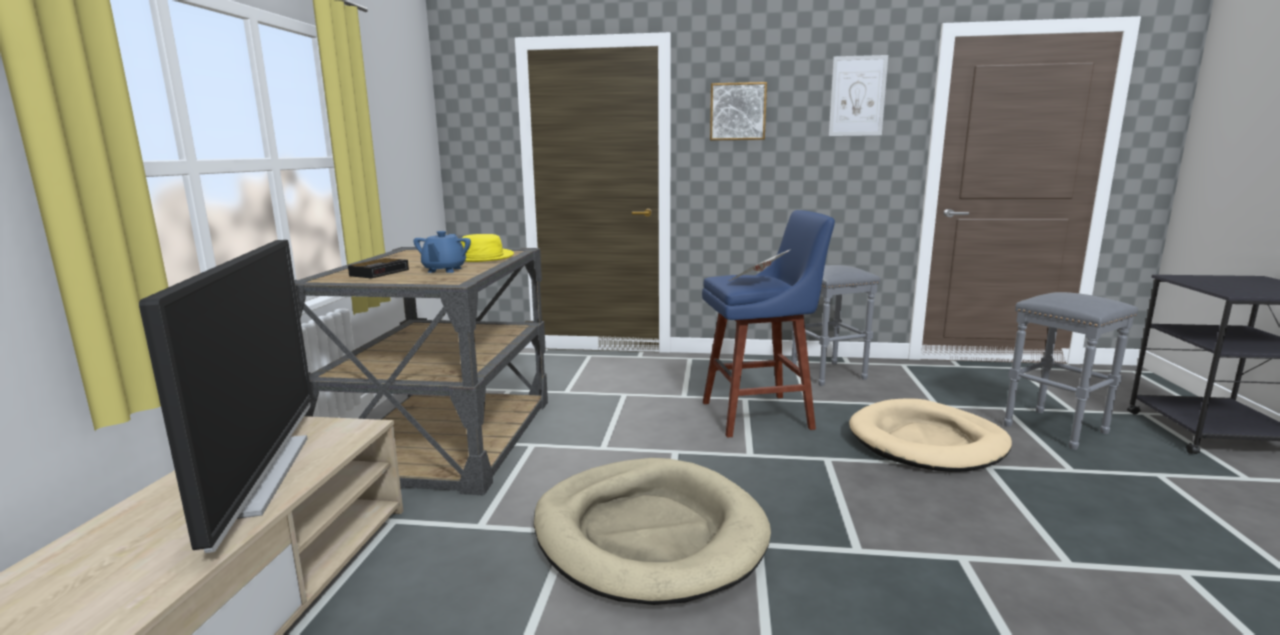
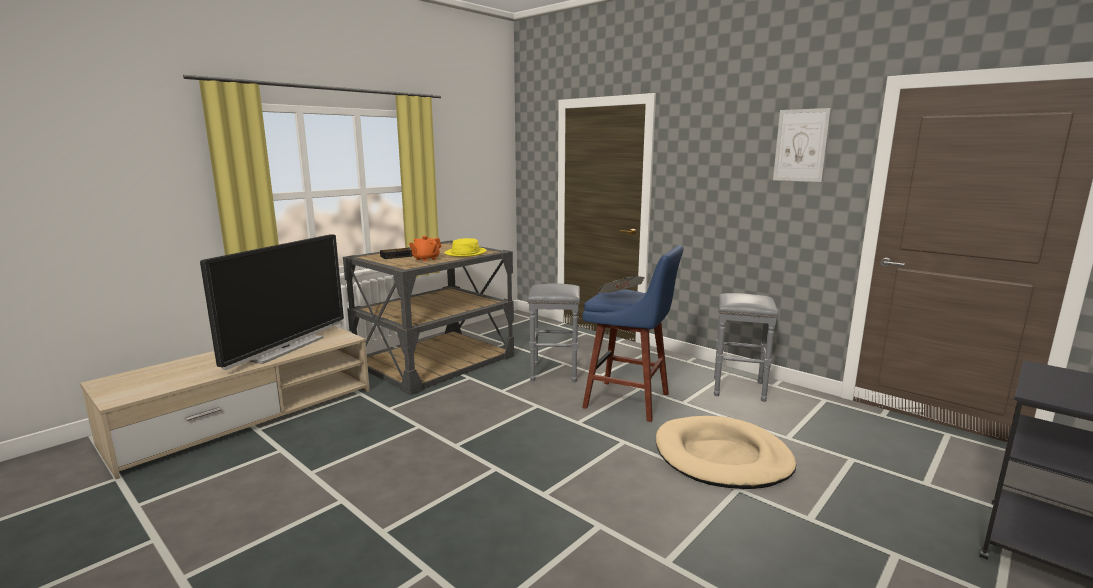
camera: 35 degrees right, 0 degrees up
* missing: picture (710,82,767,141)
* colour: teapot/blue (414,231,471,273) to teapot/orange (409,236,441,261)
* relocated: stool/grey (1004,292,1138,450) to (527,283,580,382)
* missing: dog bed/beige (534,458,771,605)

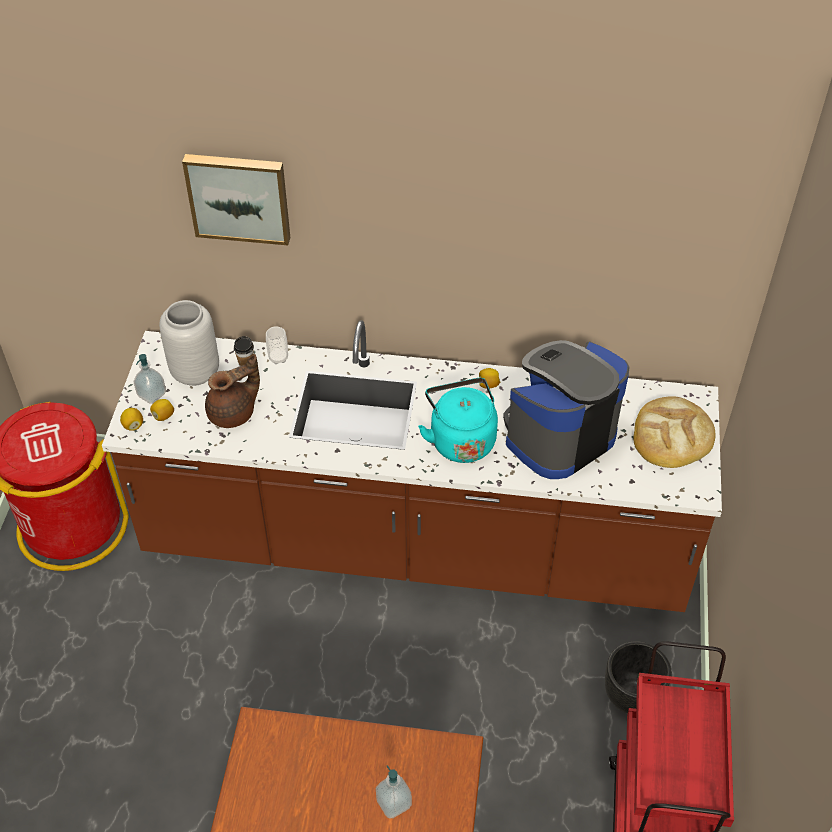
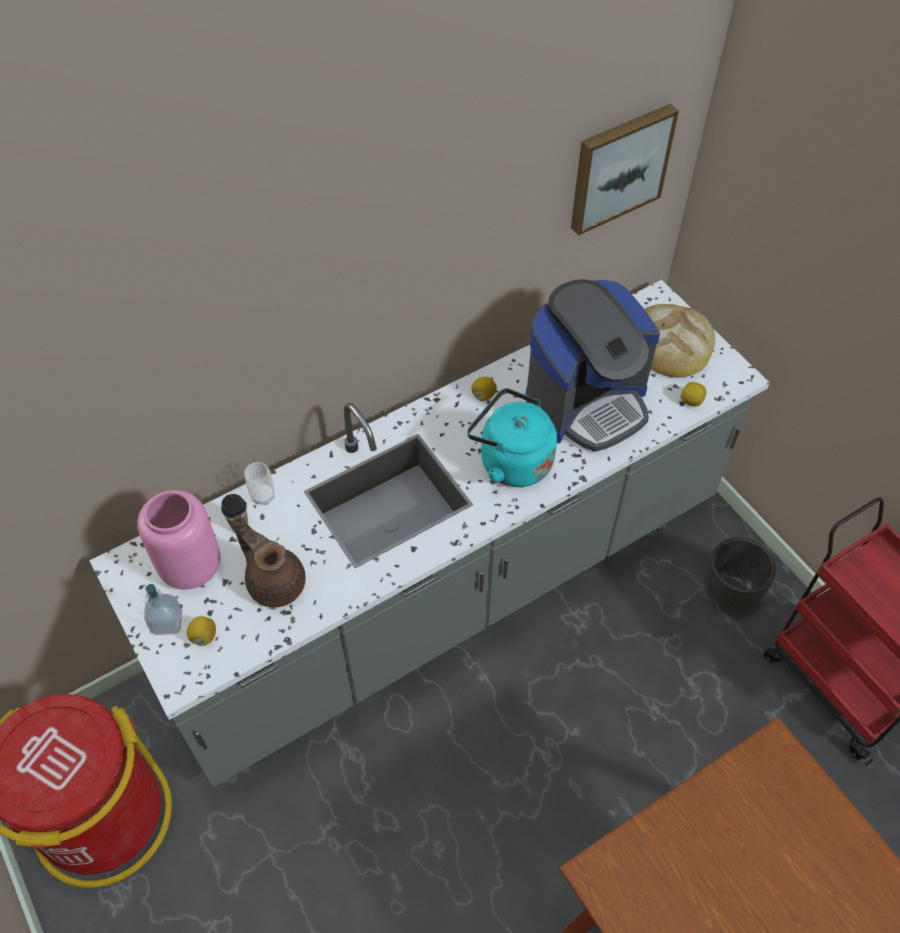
camera: 40 degrees left, 5 degrees up
* relocated: picture (182,154,290,245) to (571,104,679,236)
* colour: vase/grey (159,300,219,386) to vase/pink (137,490,221,590)
* colour: counter/brown (102,321,722,612) to counter/grey (89,280,770,787)
* spun: coffee machine (503,340,629,479) = (526,279,660,452) 135 degrees counterclockwise
* spun: teapot/brown (205,354,260,428) = (233,515,306,607) 60 degrees counterclockwise
* relocated: lemon (120,408,143,431) to (680,382,707,407)
* missing: soap dispenser (376,765,412,819)

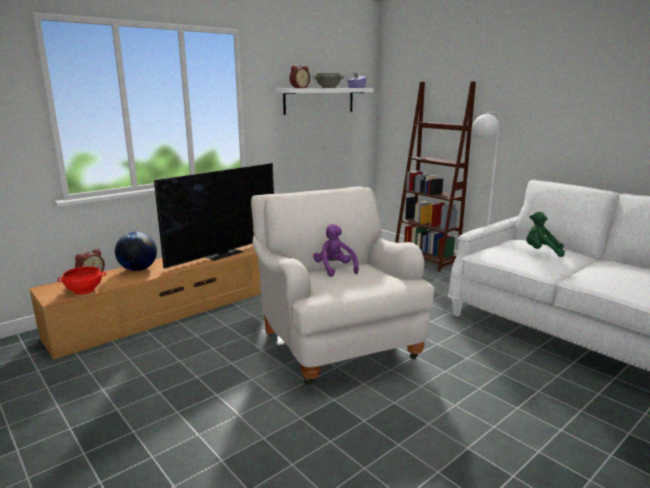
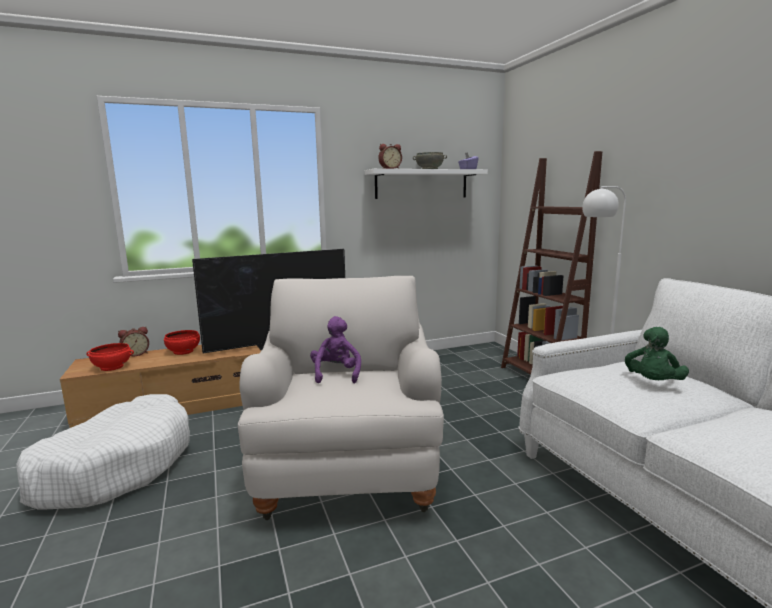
camera: 20 degrees right, 5 degrees down
* spun: plush toy/green (526,212,565,257) = (625,327,689,380) 105 degrees counterclockwise
* exchanged: globe (115,231,157,271) to bowl/red (164,330,200,355)
* appeared: dog bed/white (16,394,190,509)

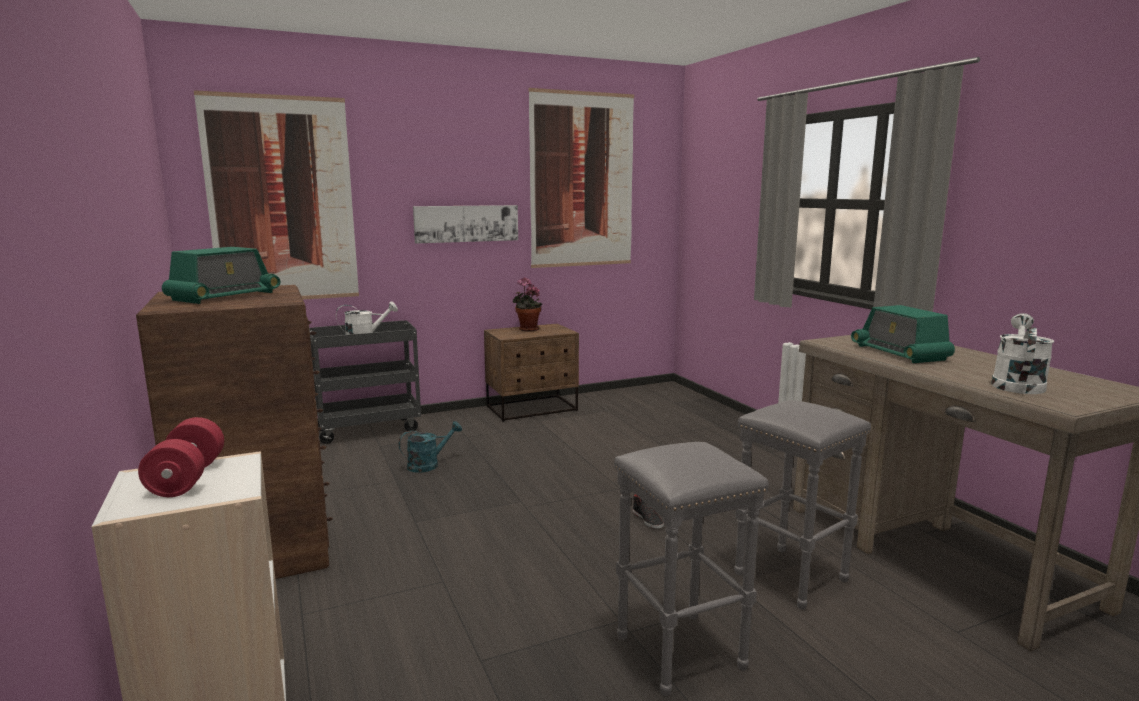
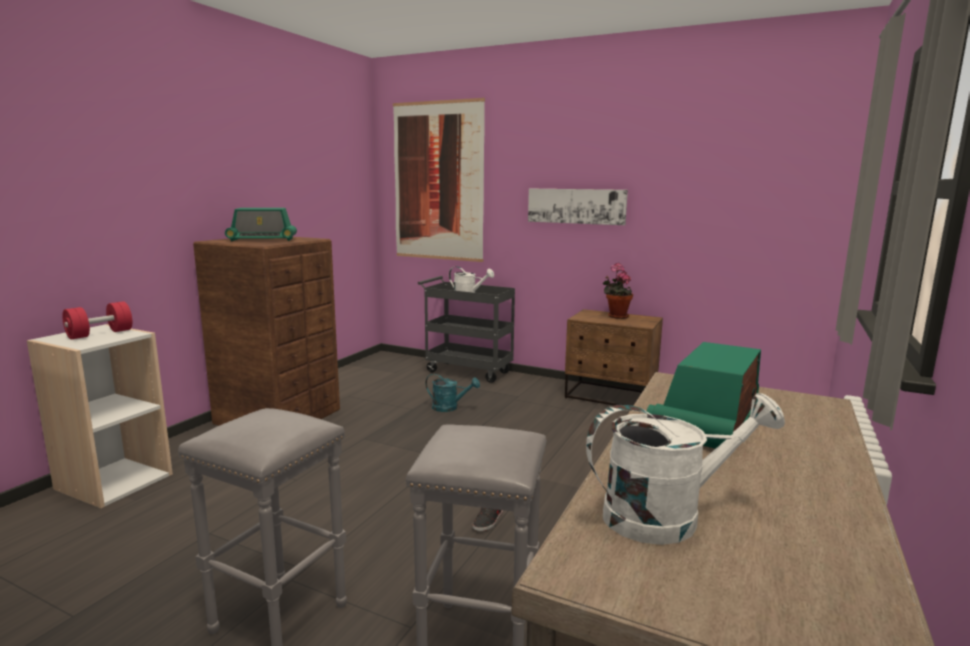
camera: 50 degrees right, 0 degrees up
* missing: picture (529,88,634,268)

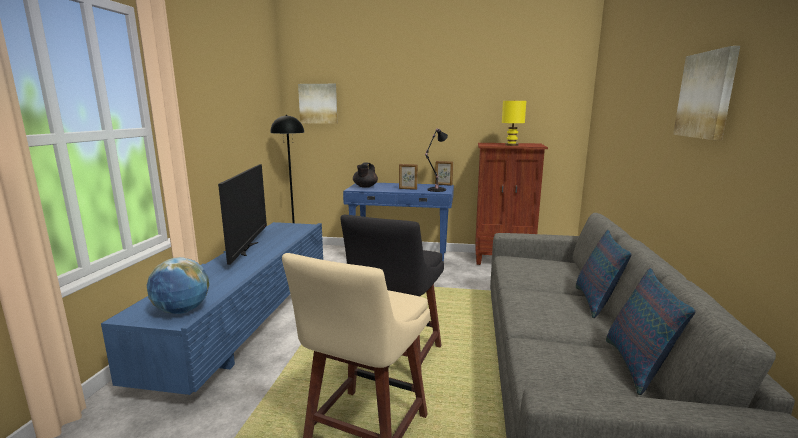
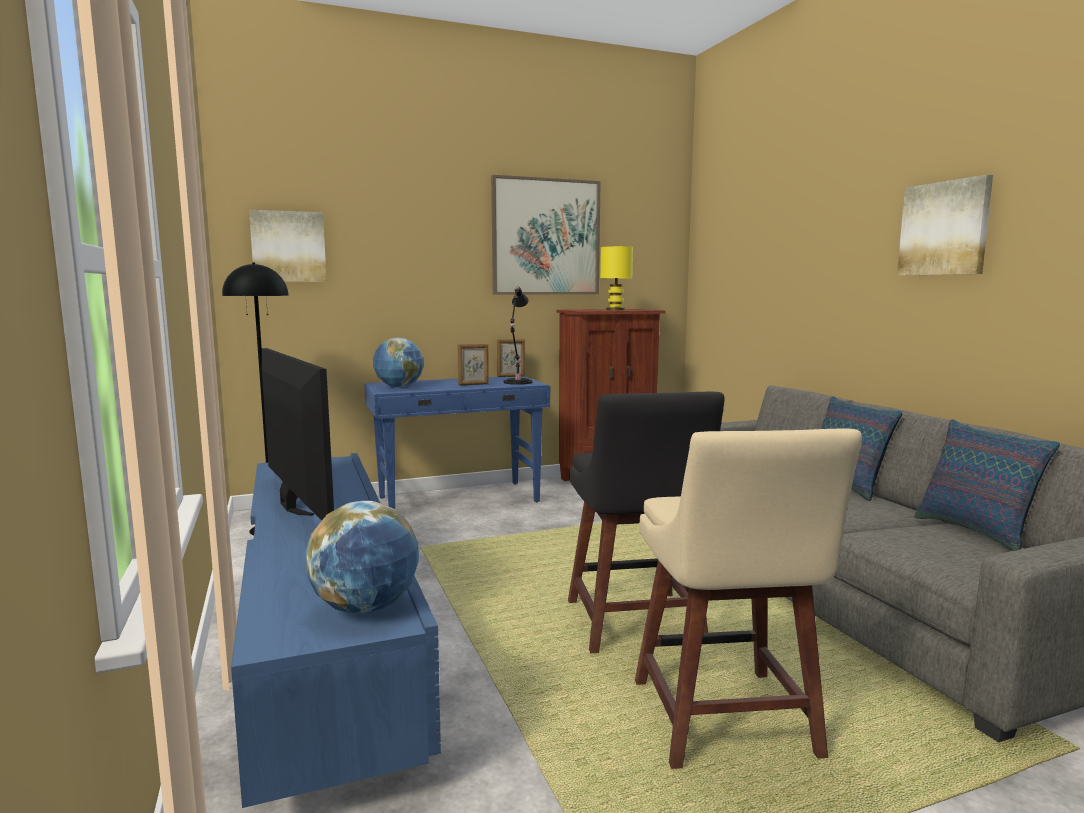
camera: 30 degrees left, 5 degrees down
* exchanged: teapot/black (353,162,378,188) to globe (373,337,424,387)
* appeared: picture (491,175,601,295)

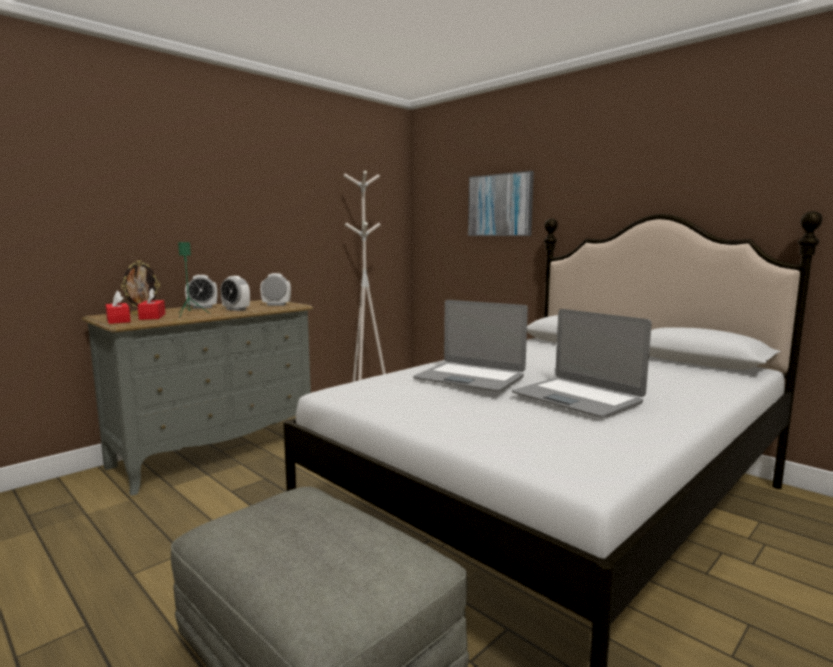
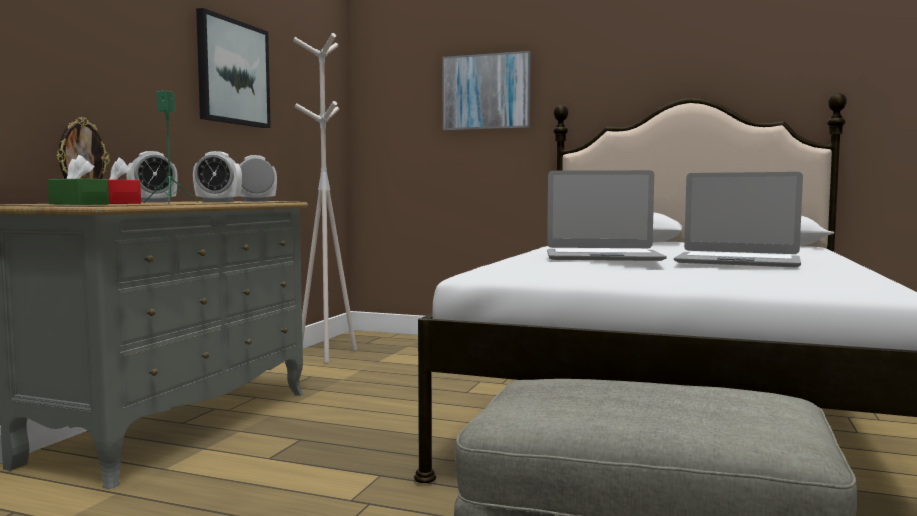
camera: 25 degrees left, 5 degrees down
* colour: tissue box/red (106,290,131,324) to tissue box/green (47,155,109,205)
* appeared: picture (196,8,271,128)

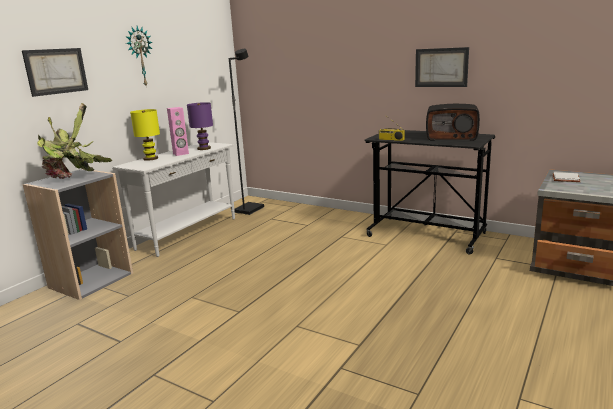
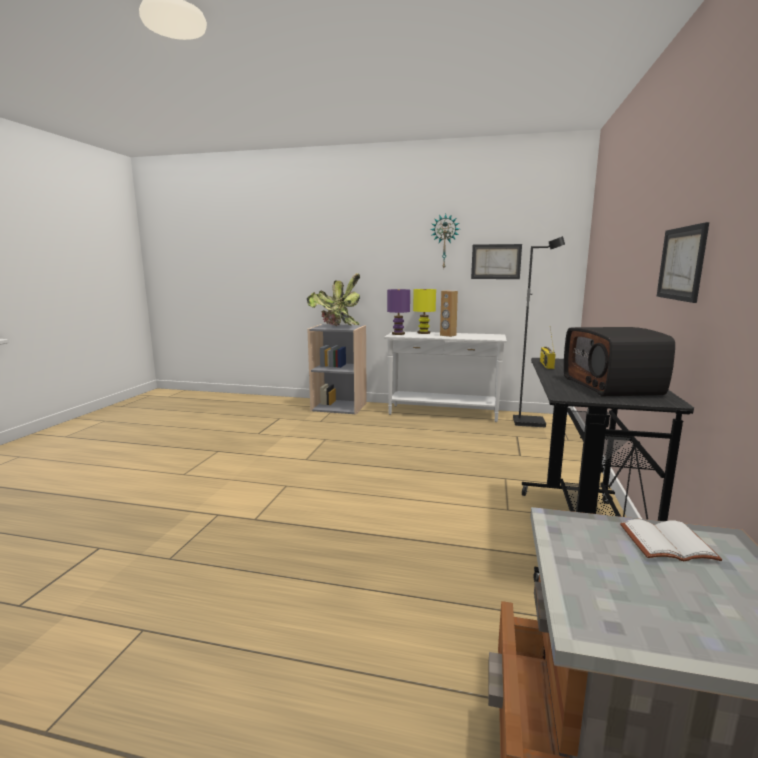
camera: 70 degrees right, 5 degrees down
* relocated: picture (22,48,88,97) to (471,244,522,279)
* relocated: table lamp/purple (187,102,213,150) to (387,289,410,335)
* colour: speaker/pink (167,107,189,156) to speaker/brown (440,291,458,337)

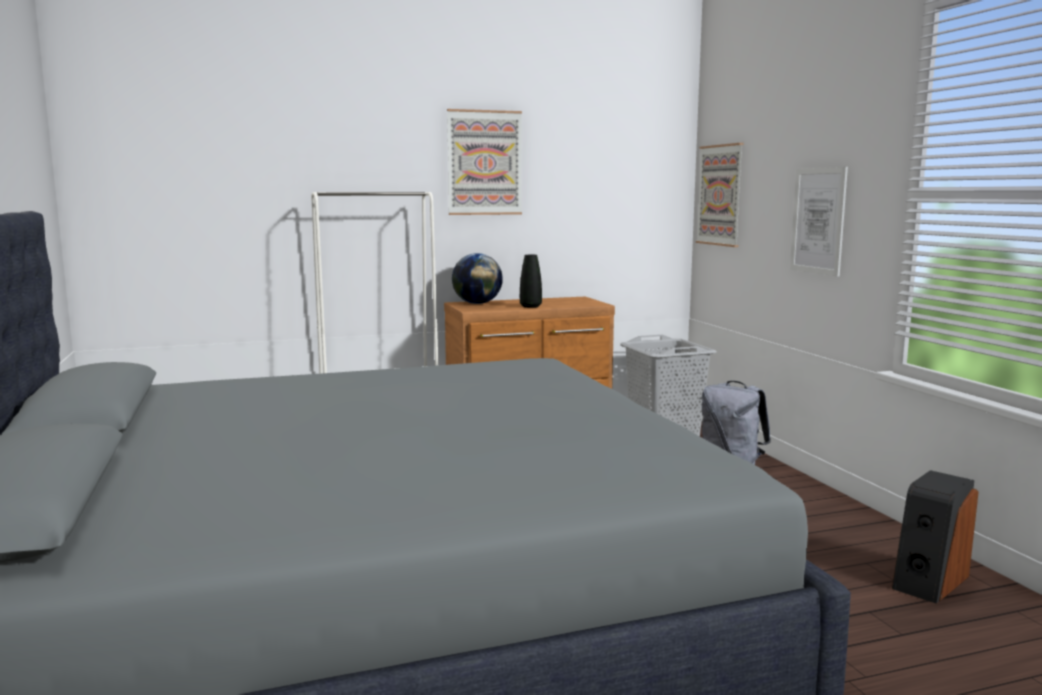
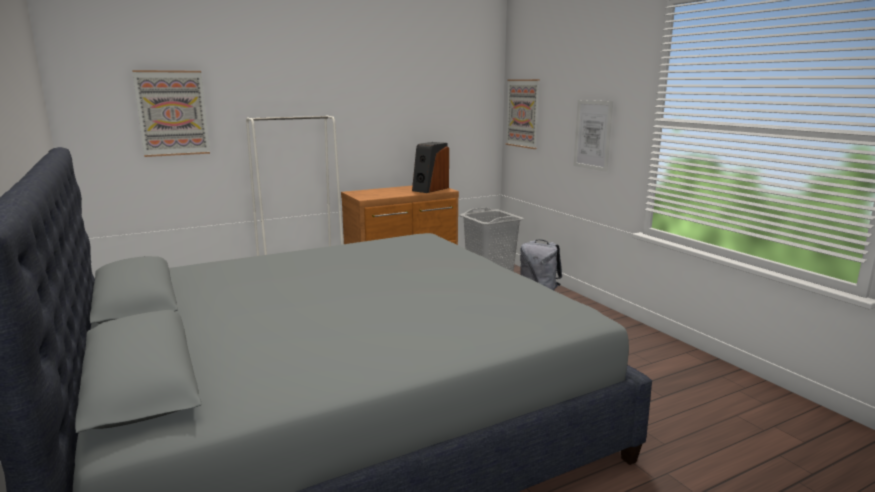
camera: 10 degrees left, 5 degrees up
* relocated: picture (447,109,522,215) to (132,70,210,157)
* missing: globe (452,253,503,304)
* missing: vase/black (520,255,542,308)
* relocated: speaker (892,470,979,604) to (412,142,449,193)

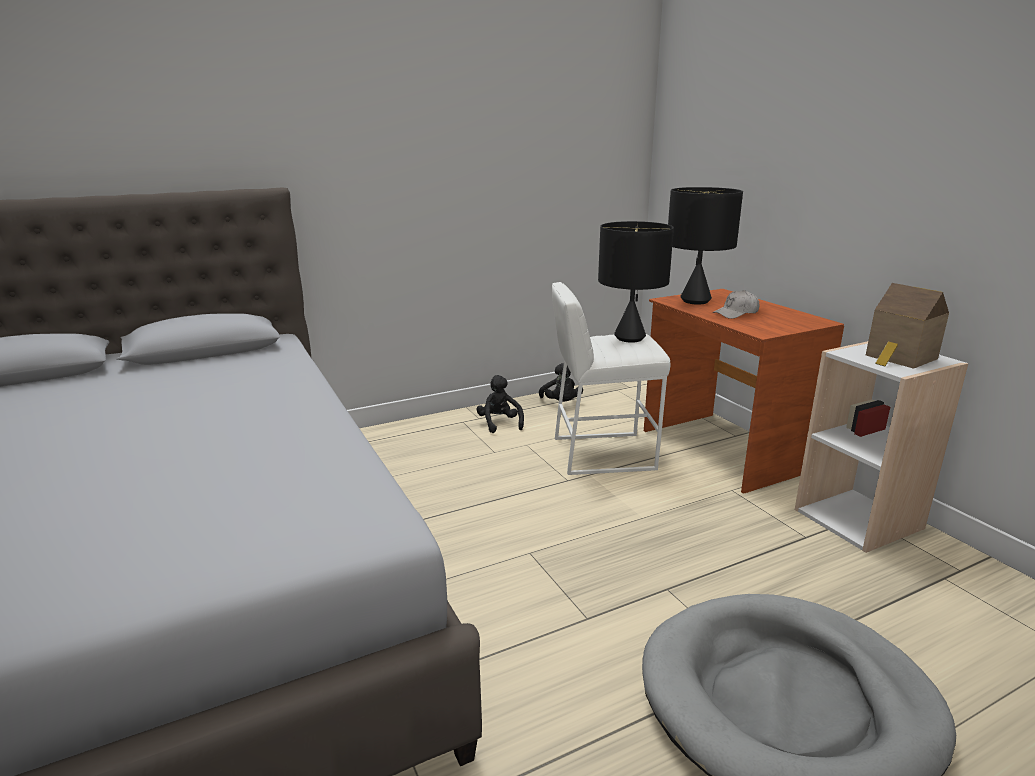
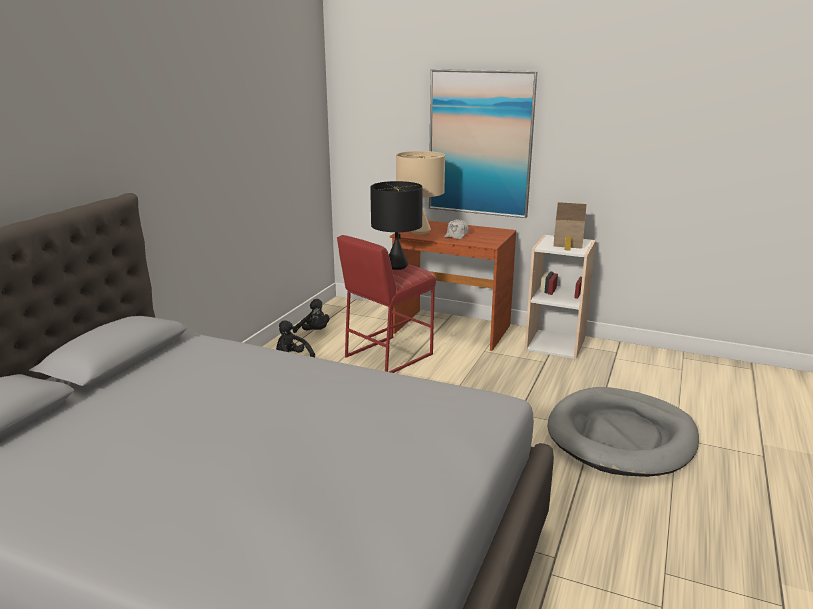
camera: 40 degrees left, 0 degrees up
* colour: table lamp/black (668,187,743,305) to table lamp/beige (396,151,445,234)
* colour: stool/white (552,282,670,475) to stool/red (337,235,436,373)
* appeared: picture (429,69,537,218)

